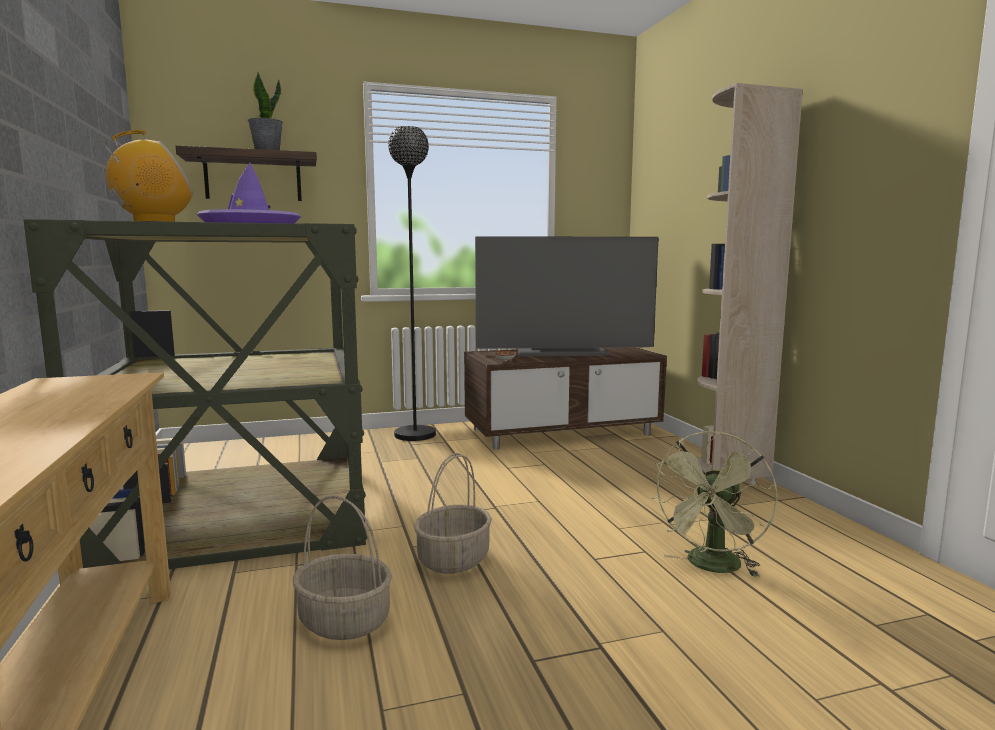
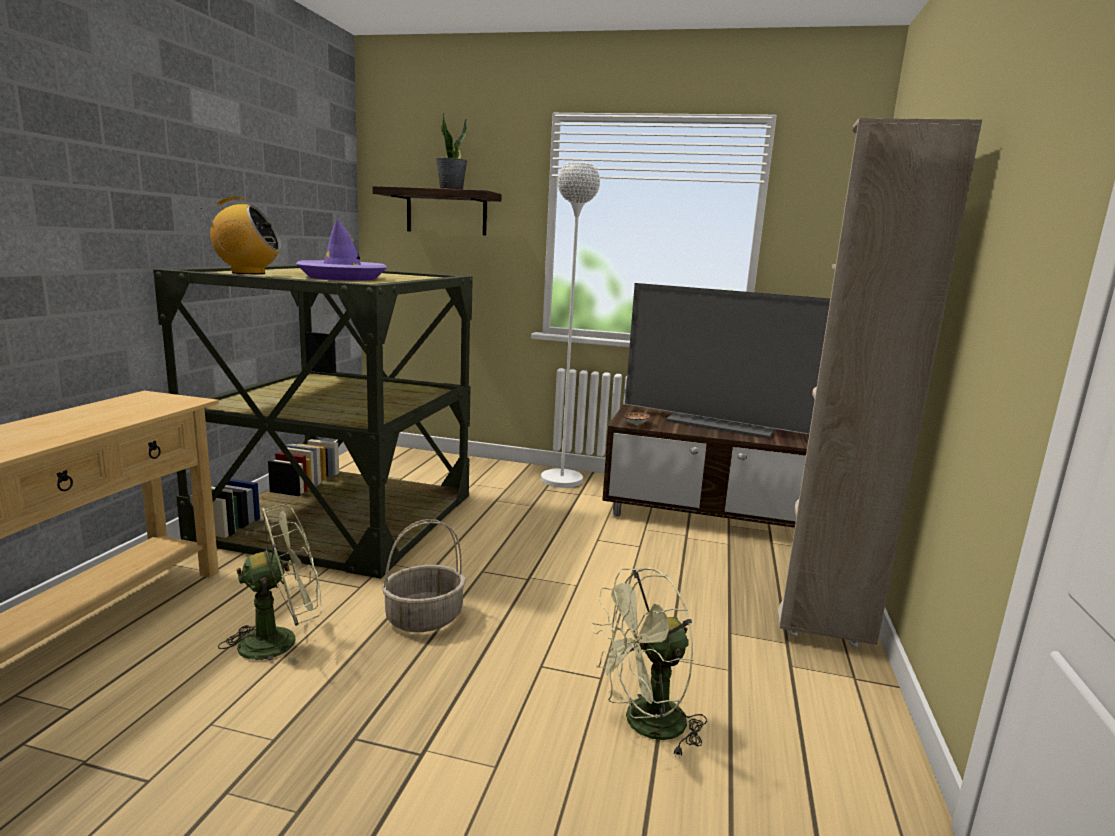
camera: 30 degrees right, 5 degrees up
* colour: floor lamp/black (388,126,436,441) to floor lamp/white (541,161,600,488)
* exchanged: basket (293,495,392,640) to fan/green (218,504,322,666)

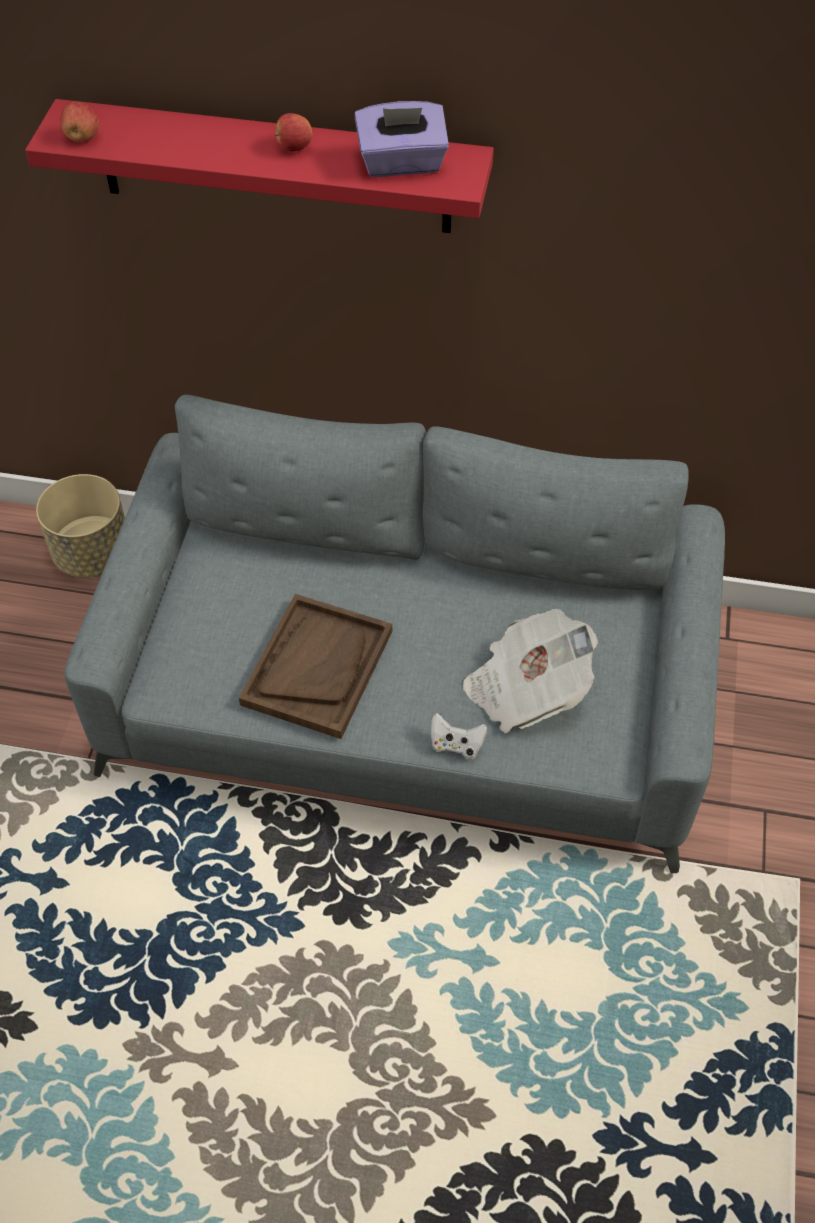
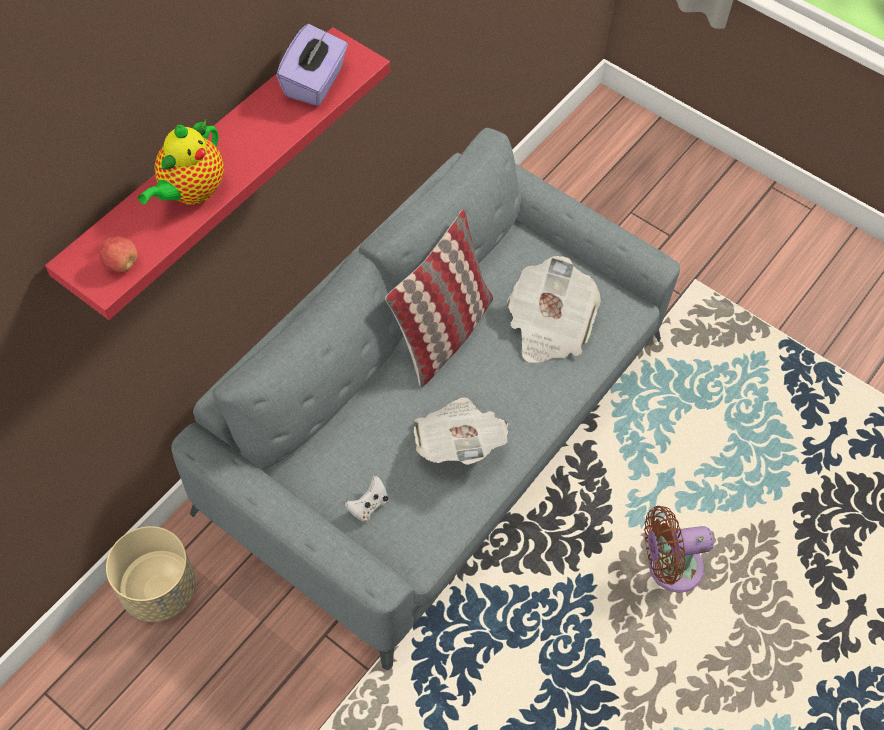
camera: 65 degrees left, 5 degrees up
* missing: apple (274,113,312,152)
* exchanged: tray/brown (239,594,392,739) to newspaper (414,398,508,465)
* relocated: game controller/white (431,713,487,759) to (345,476,388,522)
* appeared: teapot (138,120,224,205)
* appeared: pillow (385,210,493,387)
* appeared: fan/brown (644,506,714,592)

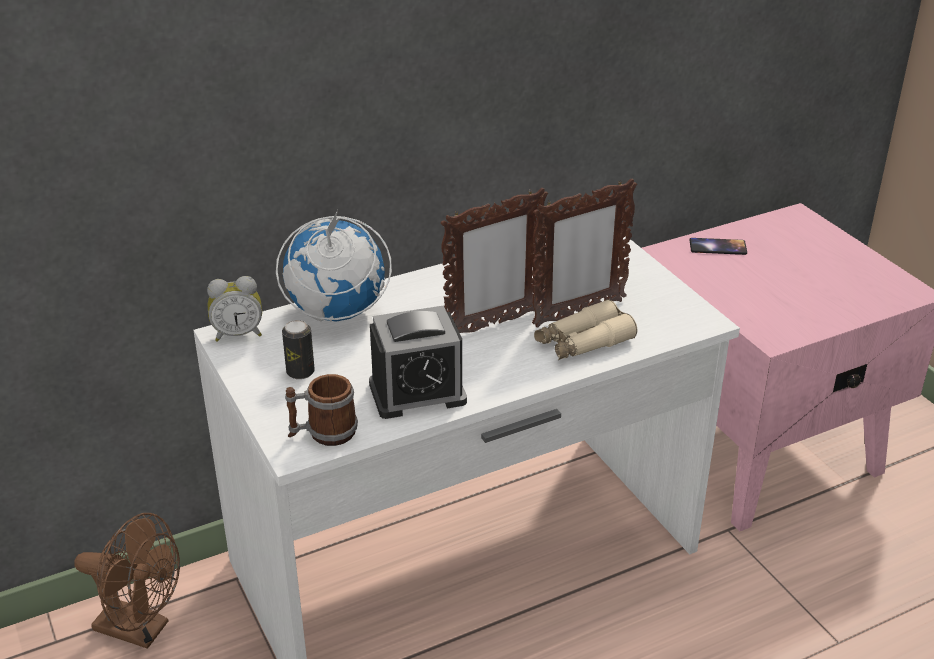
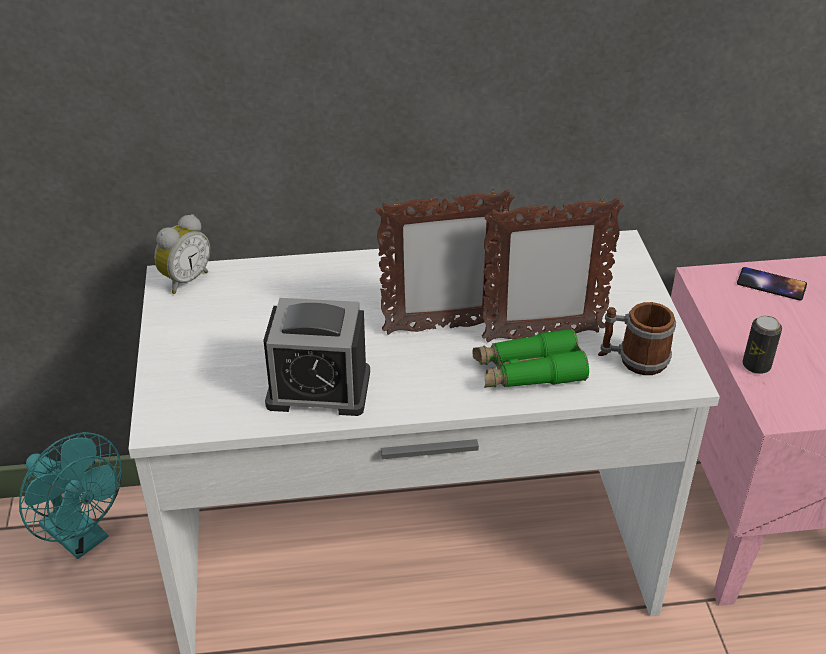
camera: 20 degrees right, 5 degrees up
* missing: globe (276,210,392,322)
* spun: alarm clock (207,276,262,342) = (154,214,210,294) 60 degrees counterclockwise
* colour: binoculars/beige (534,299,637,360) to binoculars/green (473,329,589,388)
* relocated: can (282,320,315,379) to (743,315,782,374)
* relocated: mug (285,374,358,446) to (598,302,676,375)
* colour: fan/brown (74,513,180,649) to fan/turquoise (19,432,122,559)

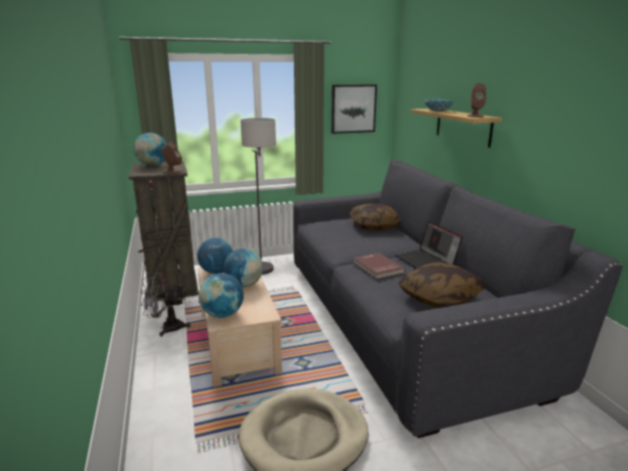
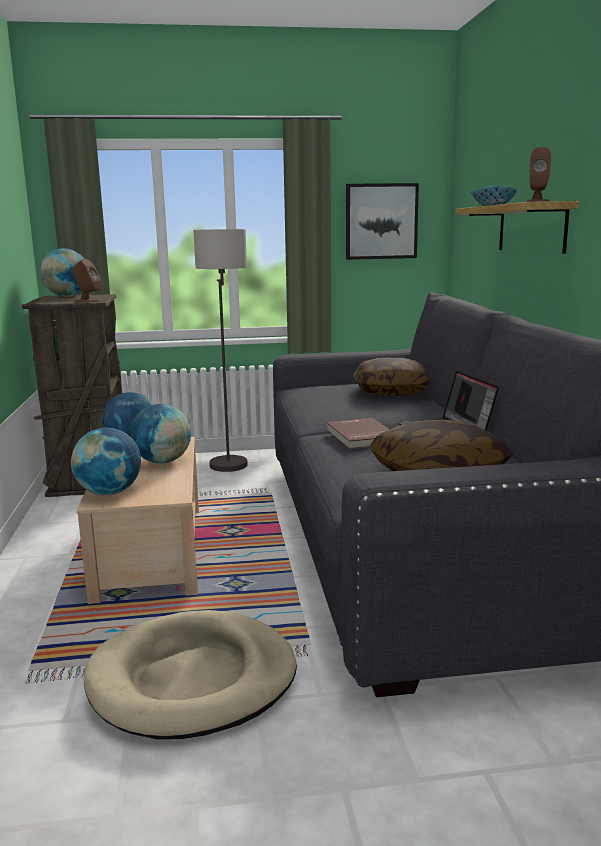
camera: 10 degrees right, 5 degrees down
* missing: fan/grey (141,273,191,337)

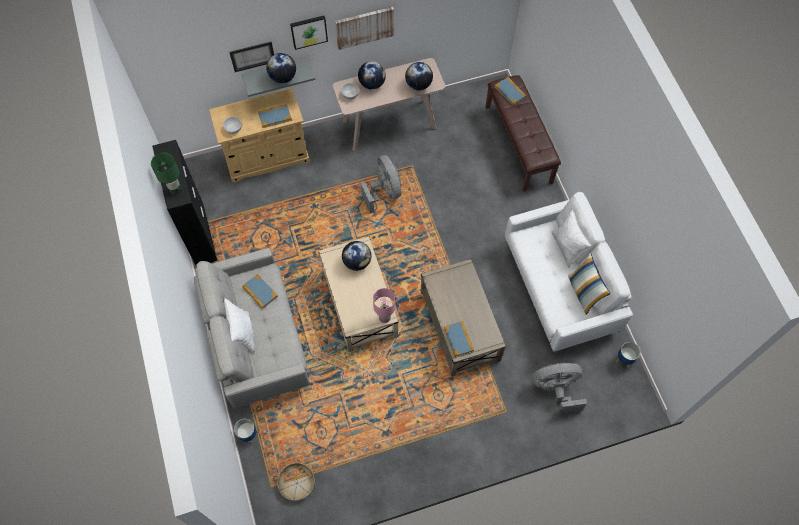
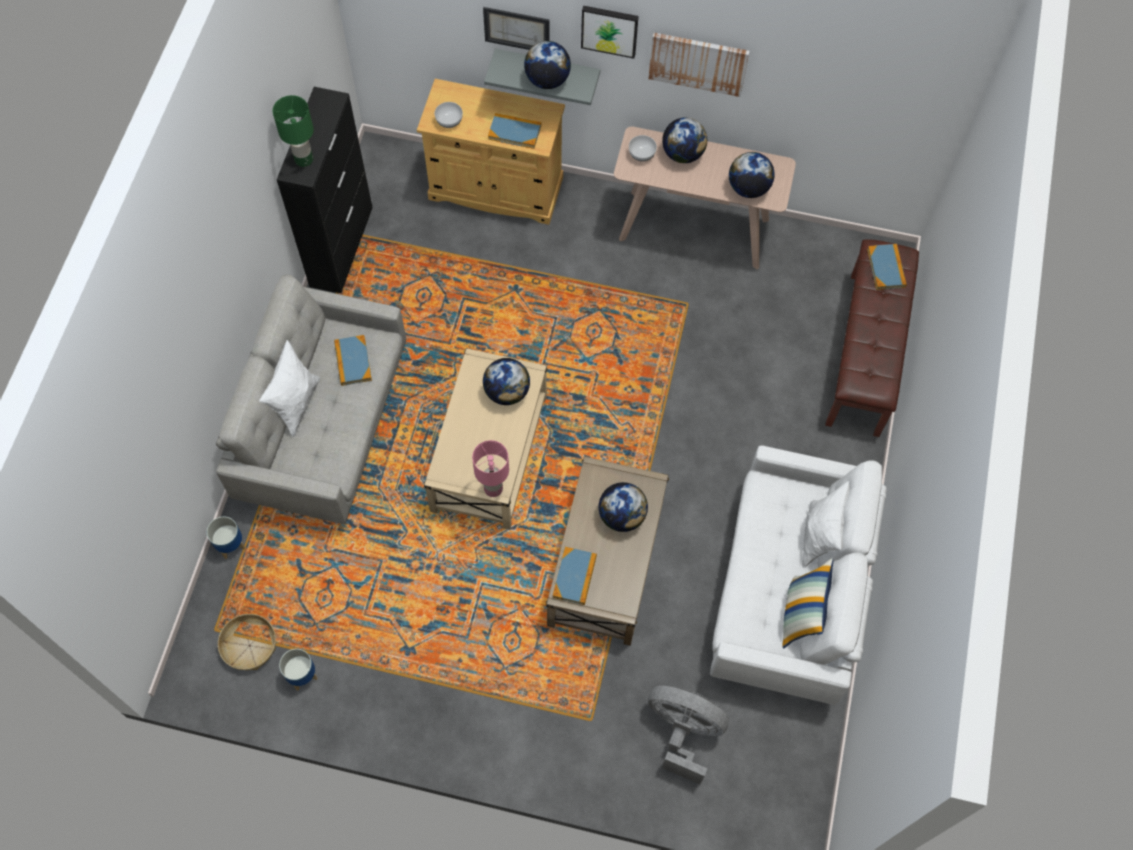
camera: 30 degrees right, 0 degrees up
* missing: fan/grey (361,155,401,214)
* relocated: planter (616,342,640,368) to (279,649,318,691)
* appeared: globe (599,482,648,532)

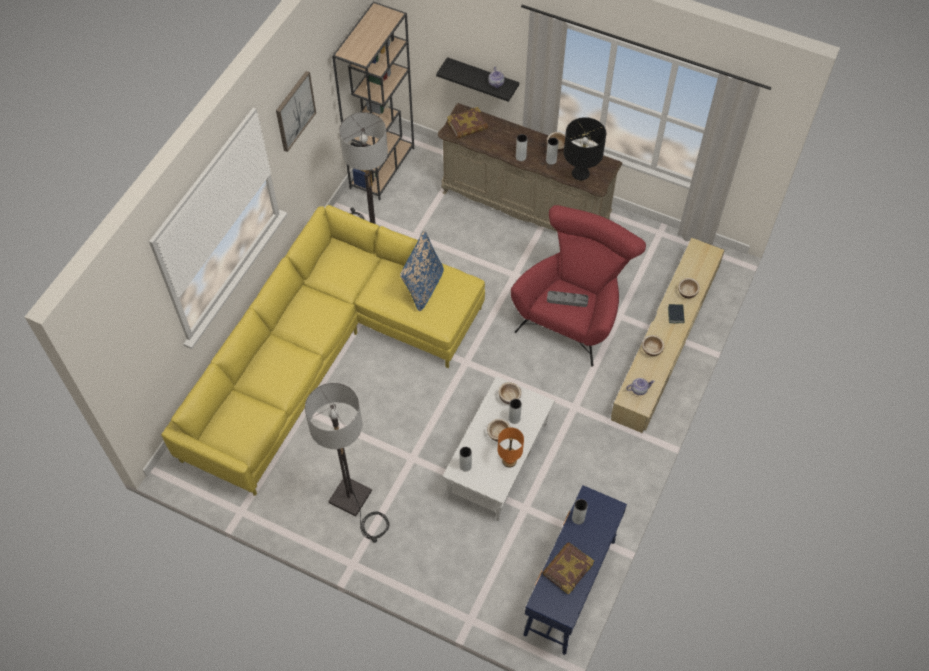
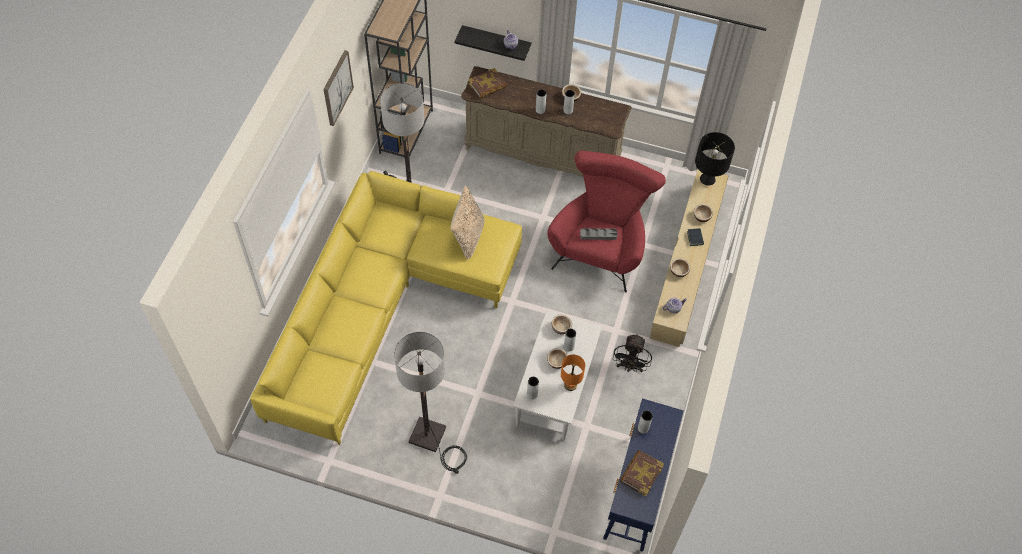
camera: 10 degrees left, 0 degrees up
* relocated: table lamp/black (564,117,606,180) to (695,132,735,186)
* colour: pillow/blue (400,231,444,311) to pillow/beige (450,186,485,259)
* appeared: fan/black (613,333,652,372)

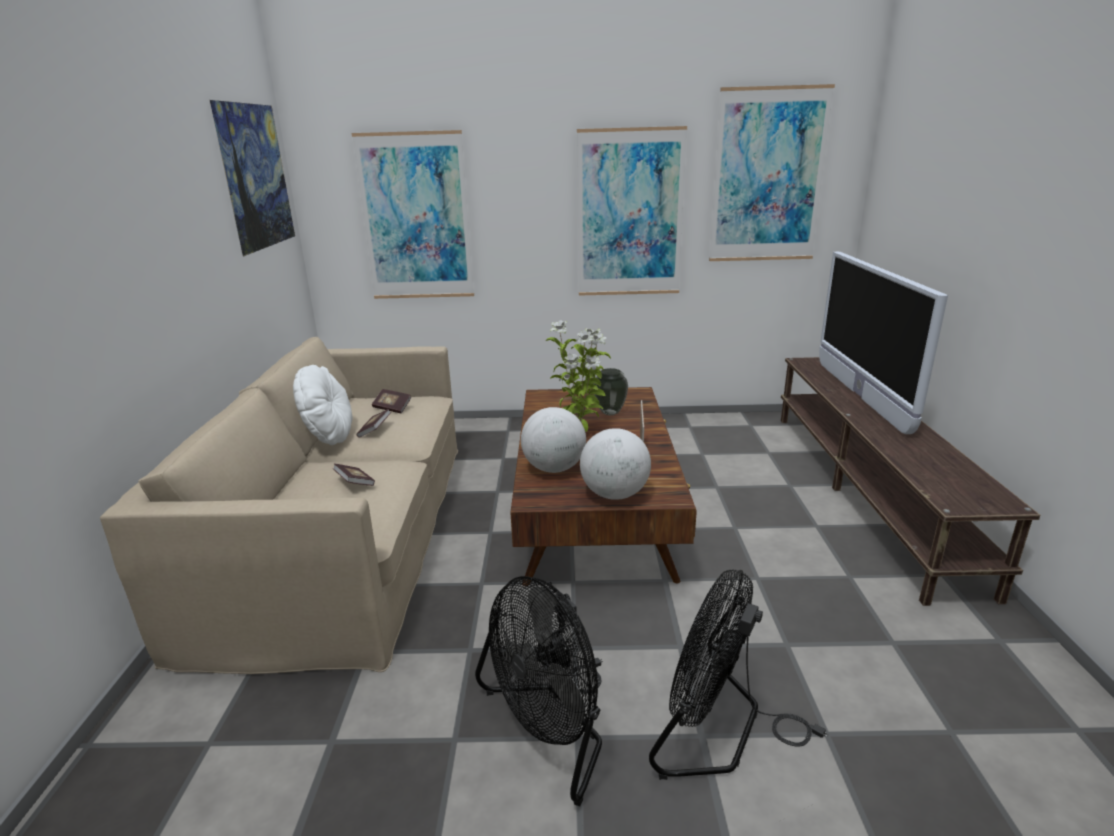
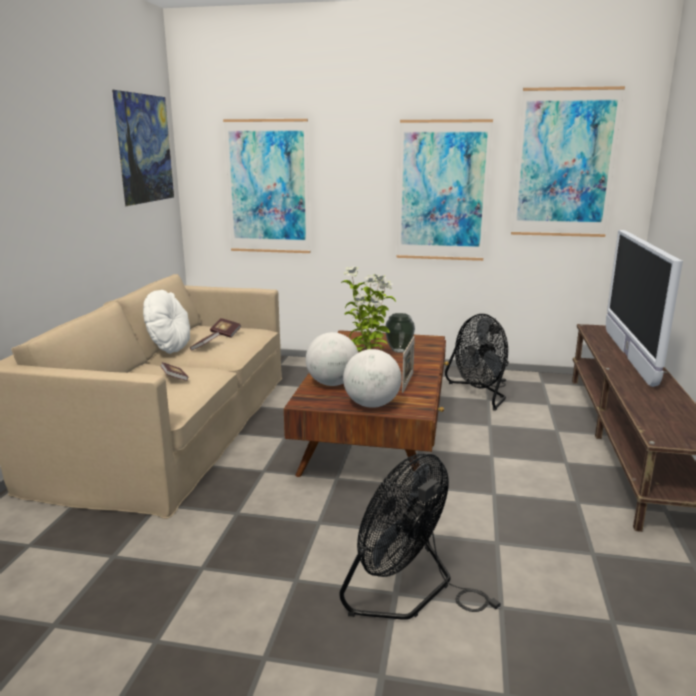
camera: 10 degrees right, 5 degrees down
* relocated: fan/black (475,576,602,807) to (445,314,509,411)

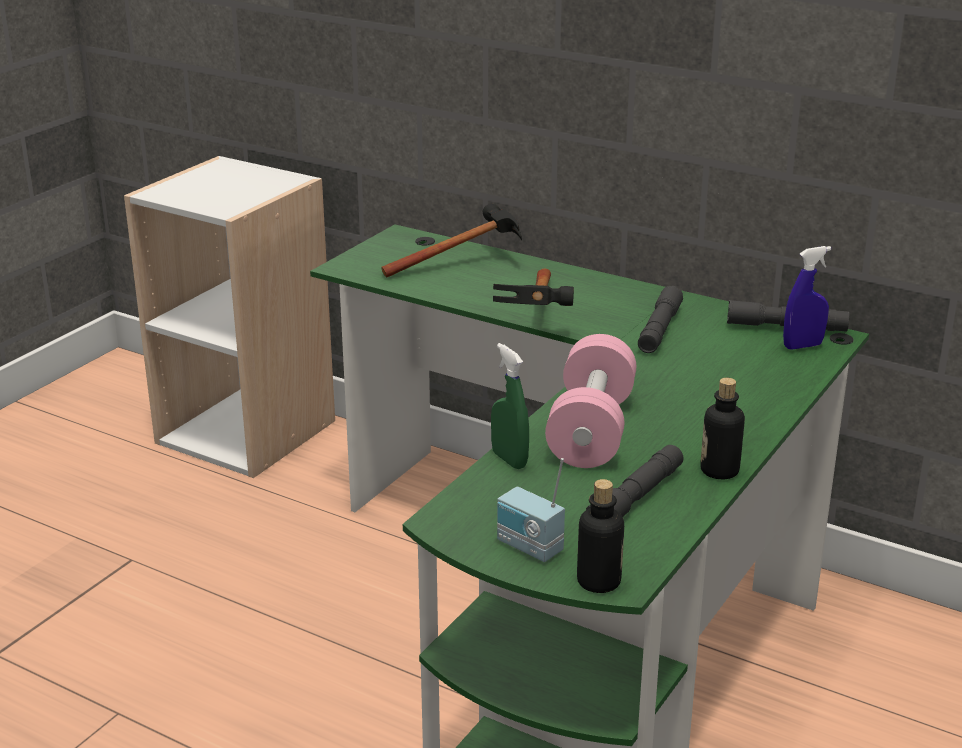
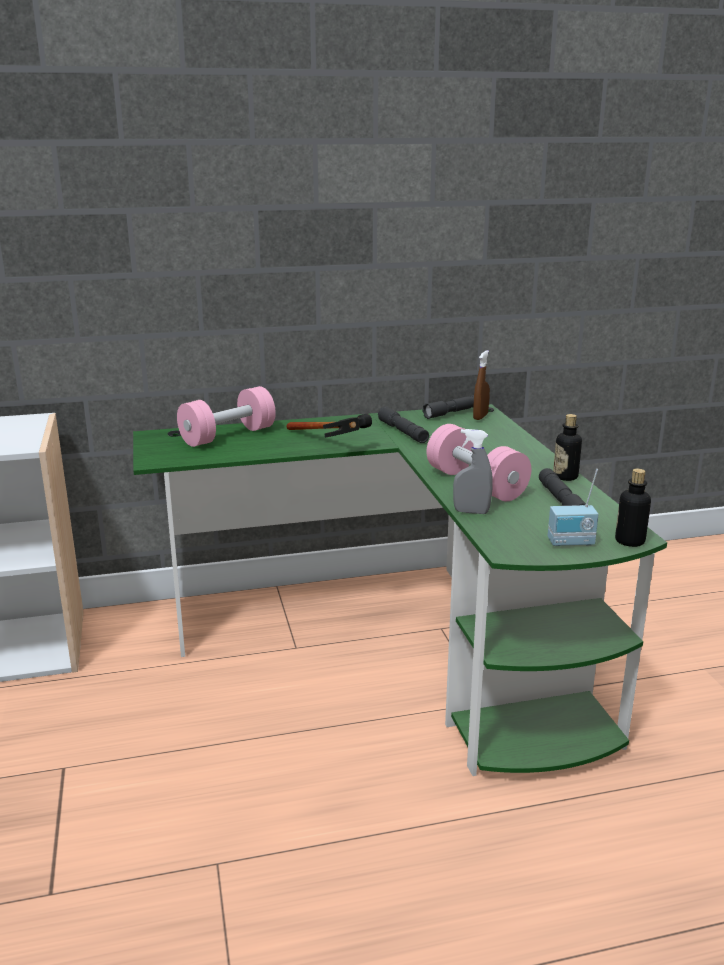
camera: 45 degrees left, 5 degrees down
* exchanged: hammer (381,204,522,277) to dumbbell/pink (177,386,276,447)
* colour: spray bottle/blue (783,246,831,349) to spray bottle/brown (473,350,490,420)
* colour: spray bottle/green (491,343,529,469) to spray bottle/grey (453,429,493,514)

